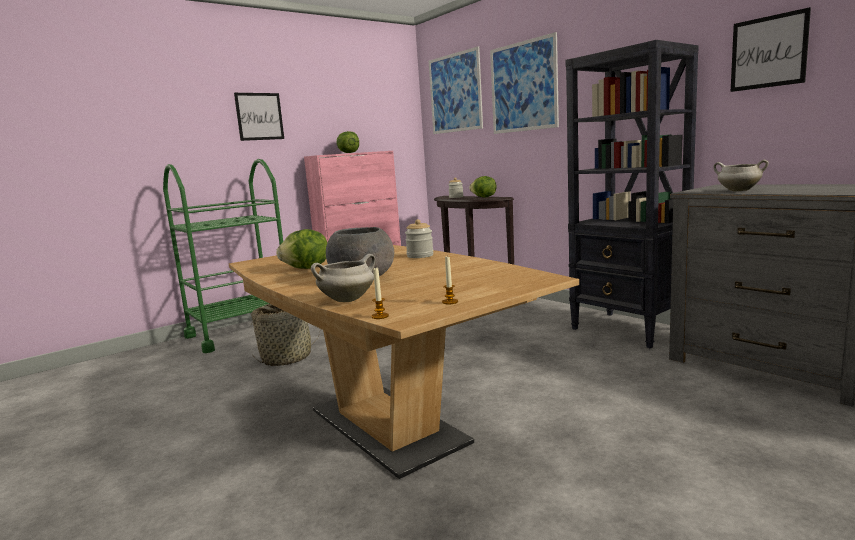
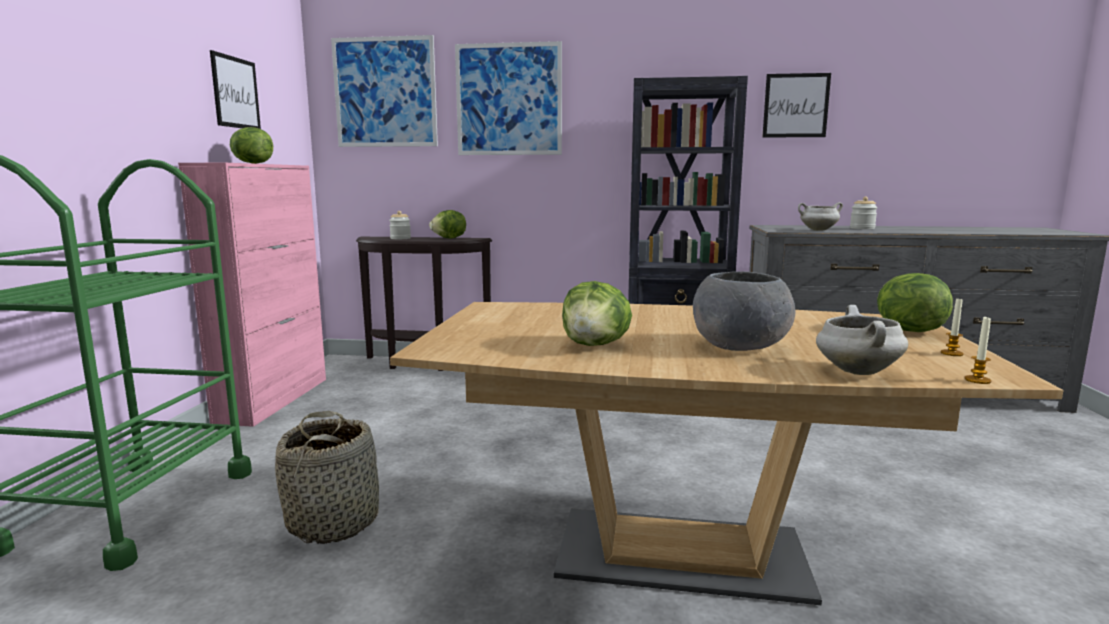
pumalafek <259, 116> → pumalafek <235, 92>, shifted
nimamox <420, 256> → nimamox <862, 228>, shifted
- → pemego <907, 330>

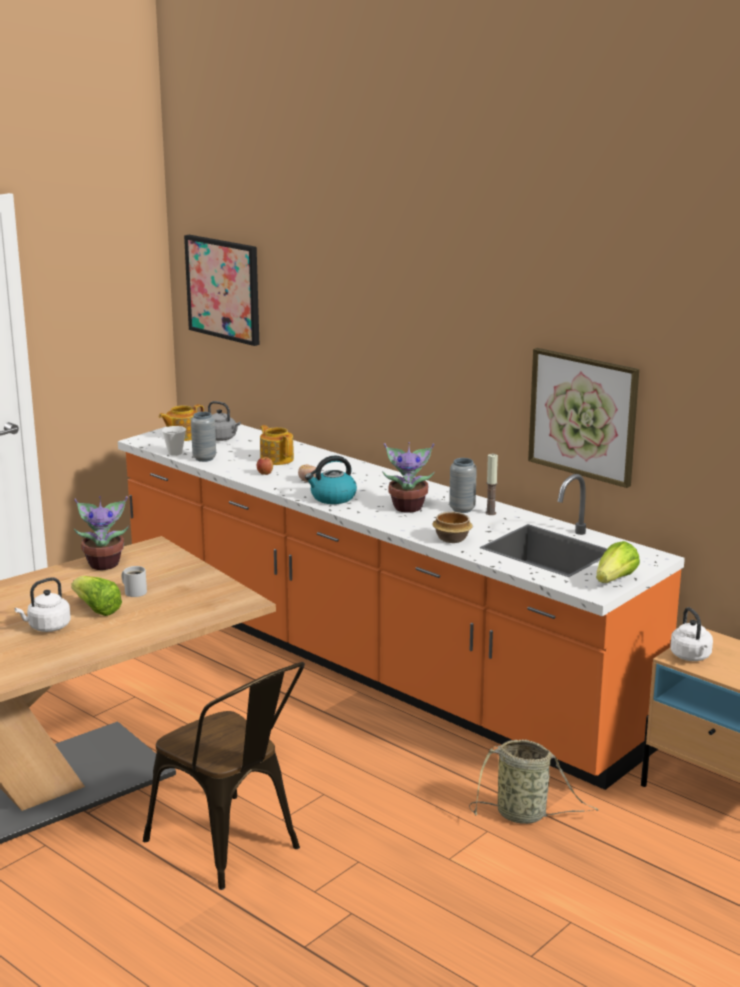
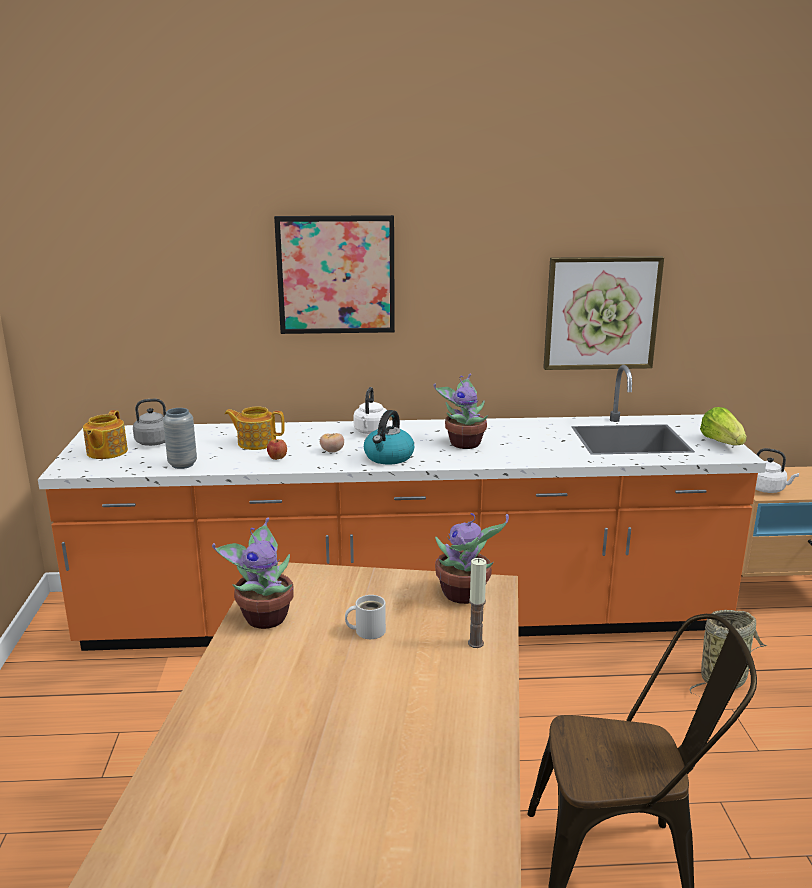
pumalafek <224, 289> → pumalafek <336, 274>, shifted
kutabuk <175, 453> → -
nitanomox <490, 513> → nitanomox <475, 643>, shifted
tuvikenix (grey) <462, 509> → -
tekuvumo <451, 539> → -
pemego <96, 609> → -
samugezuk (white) <47, 627> → samugezuk (white) <371, 432>, shifted
- → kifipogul <464, 595>

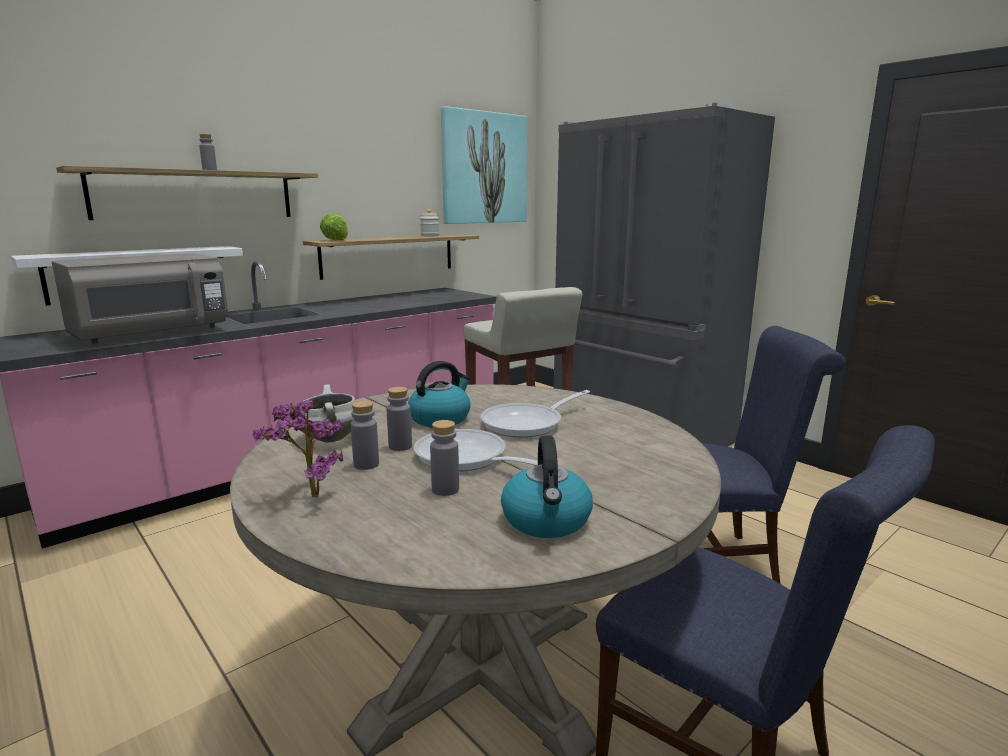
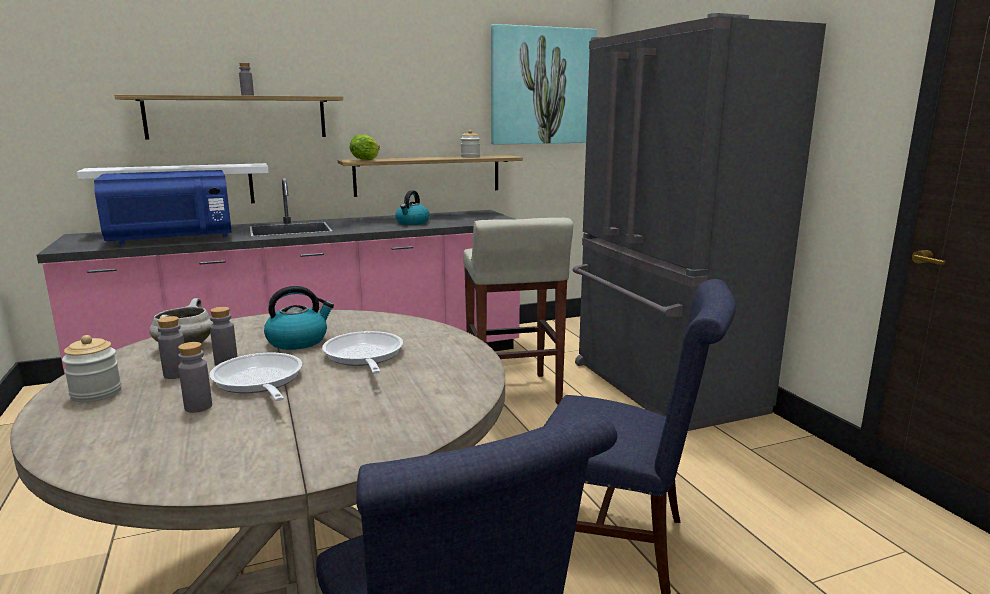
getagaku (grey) <151, 333> → getagaku (blue) <172, 239>
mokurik <528, 424> → mokurik <363, 357>, 90 degrees clockwise
kifipogul <308, 495> → nimamox <96, 393>
samugezuk <547, 521> → samugezuk <412, 223>, shifted

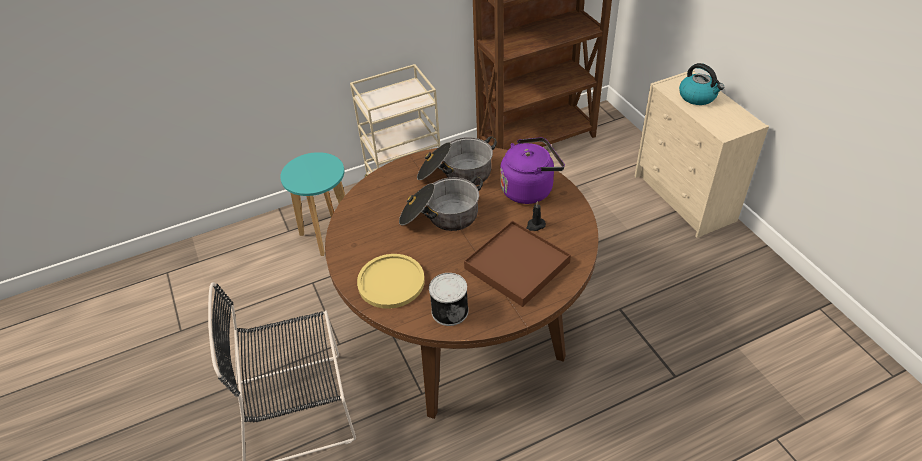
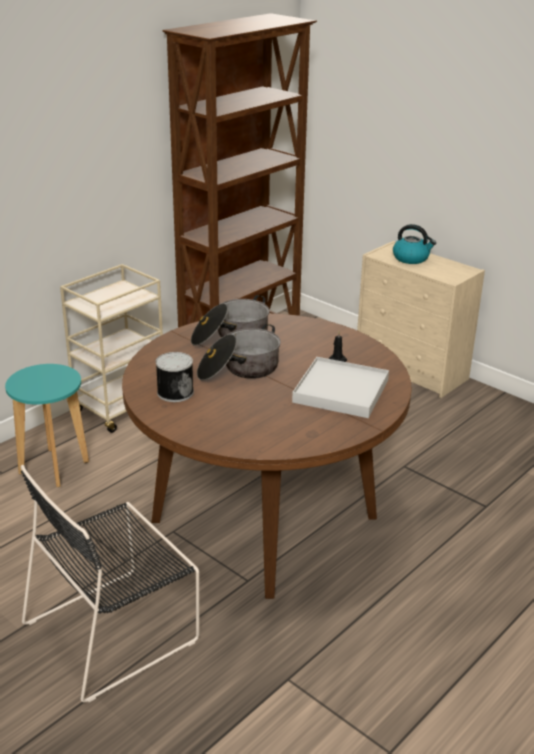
samugezuk (purple) <529, 189> → -
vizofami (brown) <517, 265> → vizofami (white) <341, 391>
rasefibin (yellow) <391, 282> → -
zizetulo <449, 310> → zizetulo <175, 392>, shifted

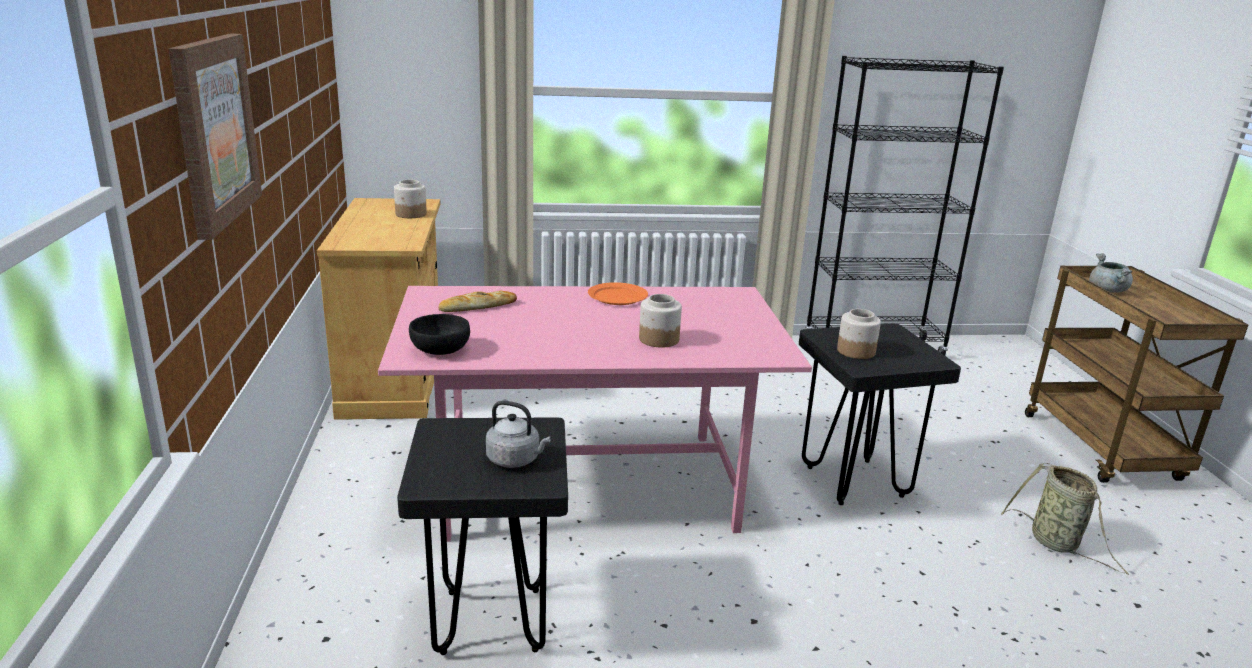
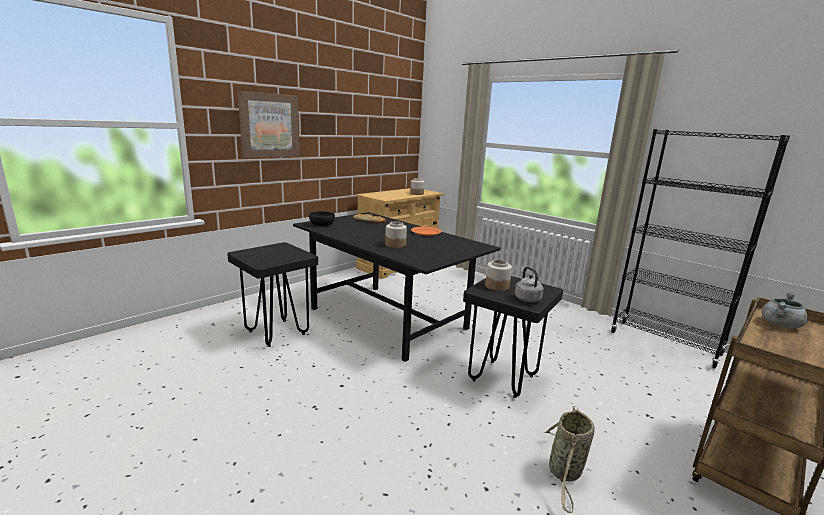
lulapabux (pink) <589, 482> → lulapabux (black) <389, 318>
samugezuk (grey) <516, 460> → samugezuk (grey) <528, 300>, shifted

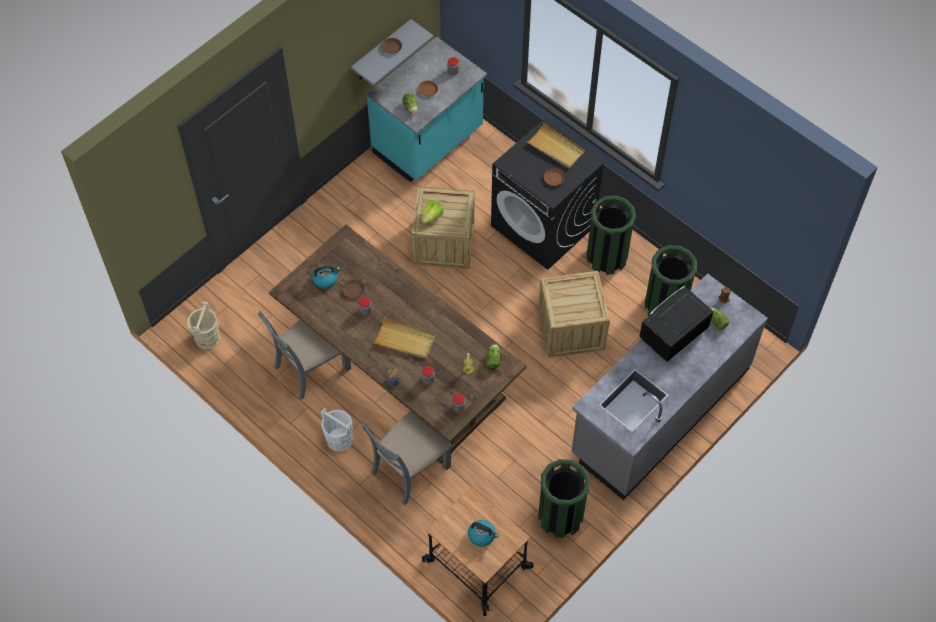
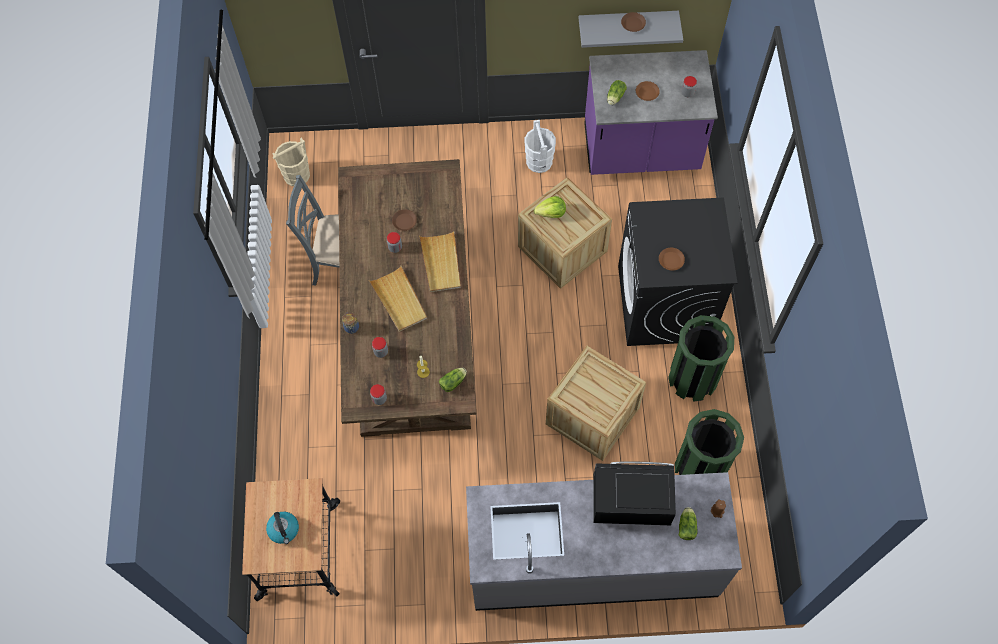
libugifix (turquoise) <428, 142> → libugifix (purple) <641, 151>
vizofami (beige) <556, 148> → vizofami (beige) <441, 263>, shifted
samugezuk <325, 279> → -
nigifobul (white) <339, 439> → nigifobul (white) <539, 162>, shifted
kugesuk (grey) <409, 469> → -
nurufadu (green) <560, 516> → -

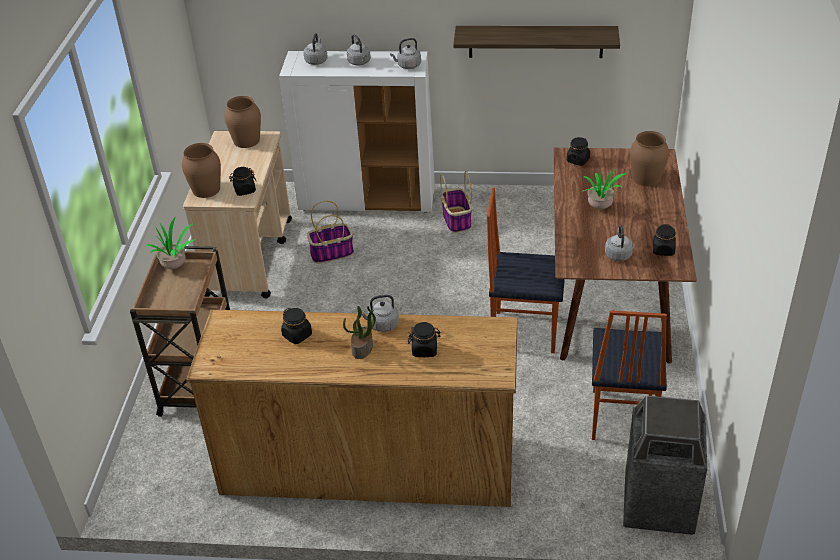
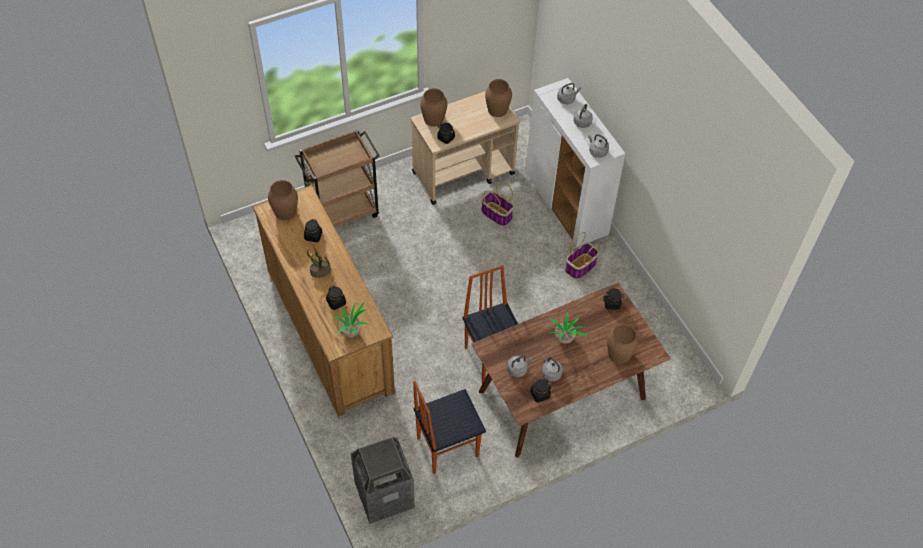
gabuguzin <535, 41> → -
kifipogul <176, 265> → kifipogul <352, 332>, shifted
samugezuk (grey) <382, 325> → samugezuk (grey) <550, 373>, shifted
- → tuvikenix (brown) <285, 211>

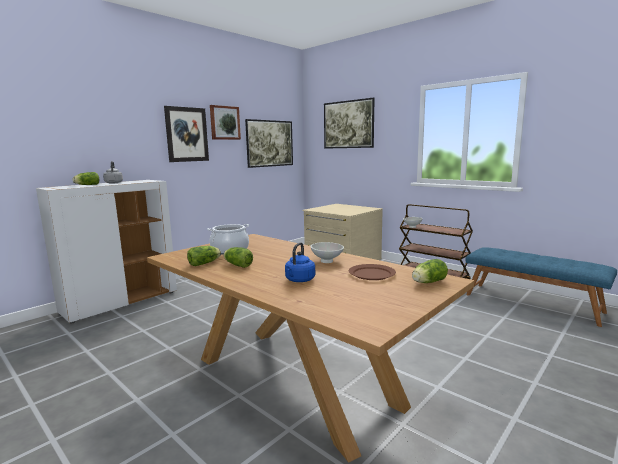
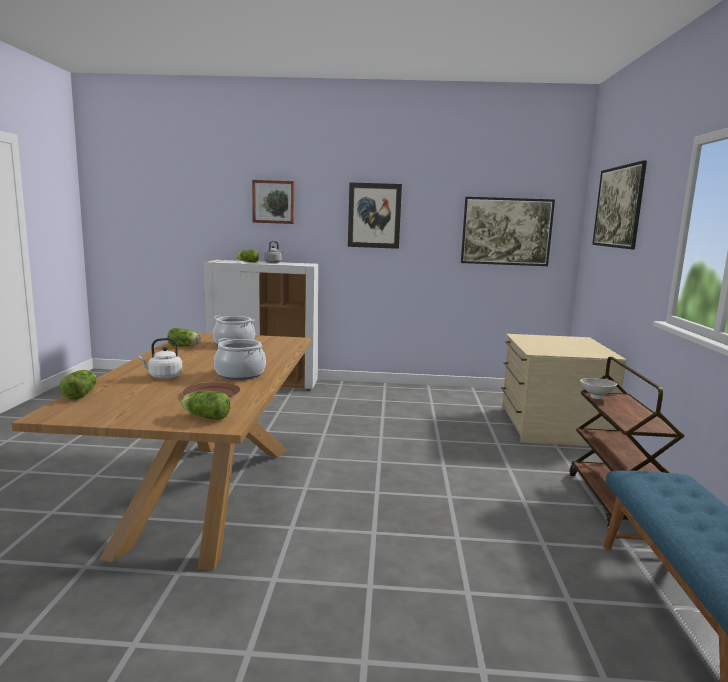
pumalafek <224, 123> → pumalafek <273, 202>, shifted
samugezuk (blue) <299, 280> → samugezuk (white) <163, 376>
tekuvumo (white) <327, 261> → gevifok <240, 374>
pemego <237, 265> → pemego <82, 394>, shifted

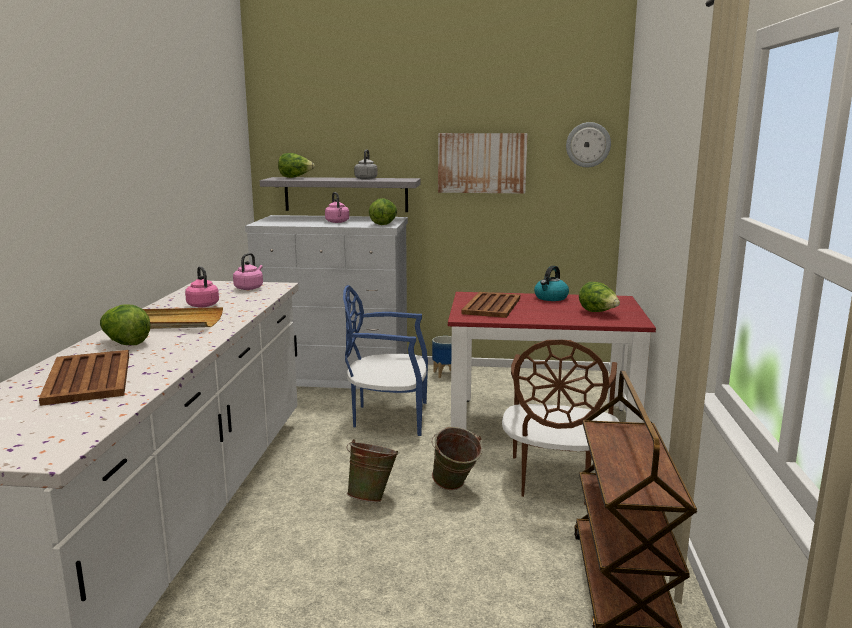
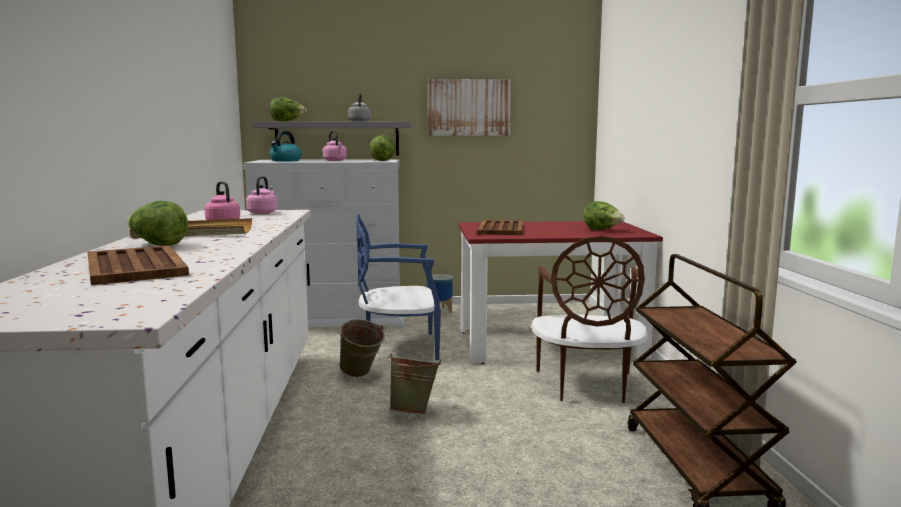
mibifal <588, 144> → -
samugezuk <551, 298> → samugezuk <285, 161>, shifted
nigifobul (green) <454, 488> → nigifobul (green) <361, 376>, shifted

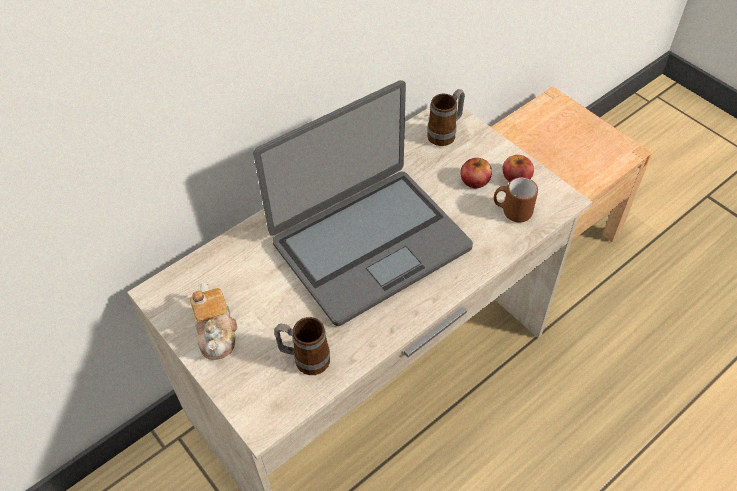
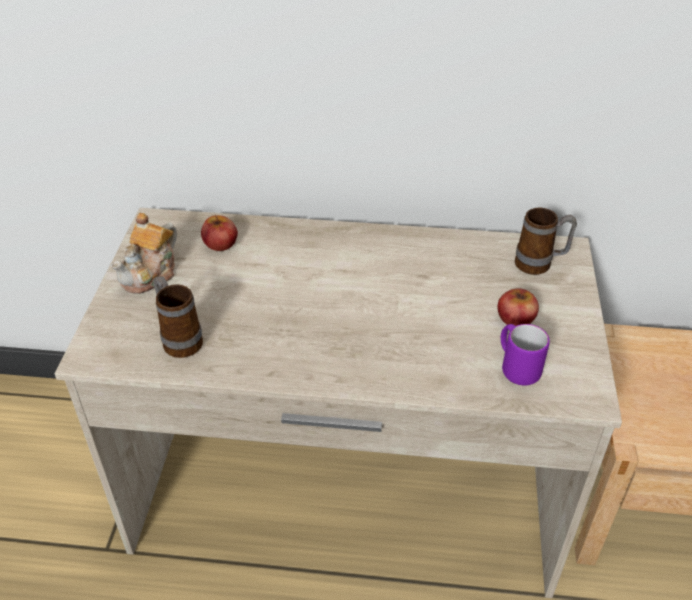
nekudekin <369, 244> → -
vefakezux <516, 177> → vefakezux <220, 243>, shifted
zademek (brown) <511, 211> → zademek (purple) <516, 368>

